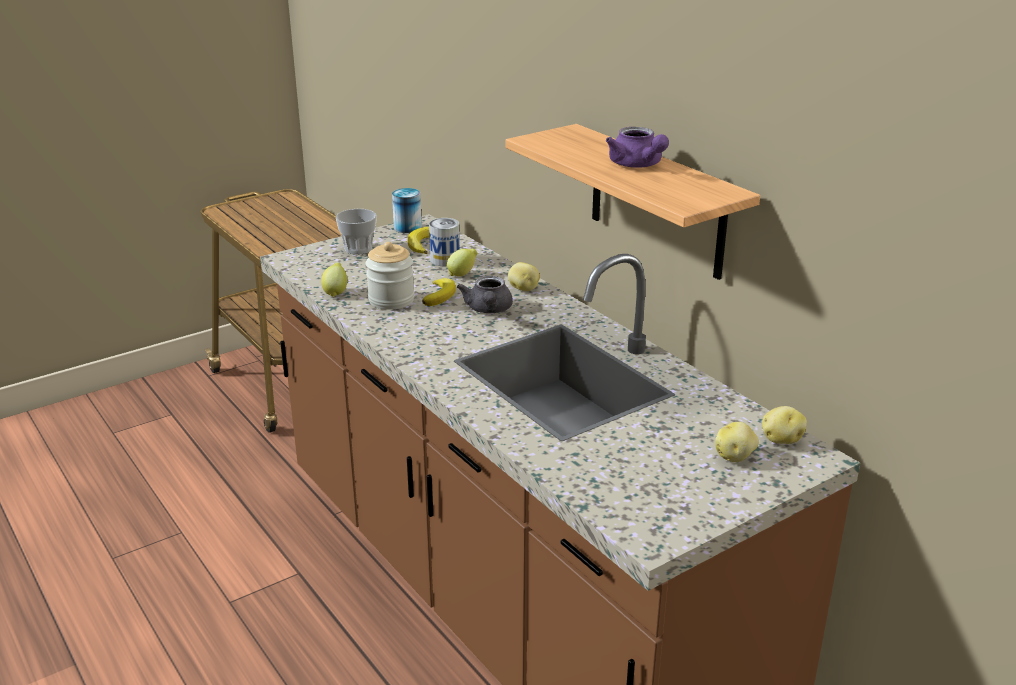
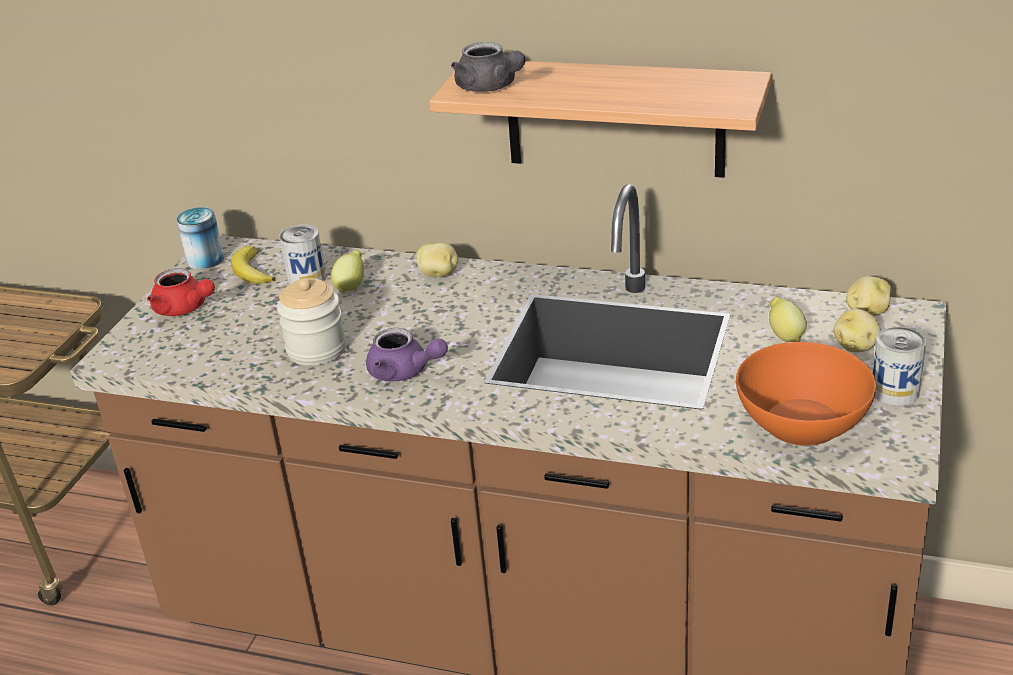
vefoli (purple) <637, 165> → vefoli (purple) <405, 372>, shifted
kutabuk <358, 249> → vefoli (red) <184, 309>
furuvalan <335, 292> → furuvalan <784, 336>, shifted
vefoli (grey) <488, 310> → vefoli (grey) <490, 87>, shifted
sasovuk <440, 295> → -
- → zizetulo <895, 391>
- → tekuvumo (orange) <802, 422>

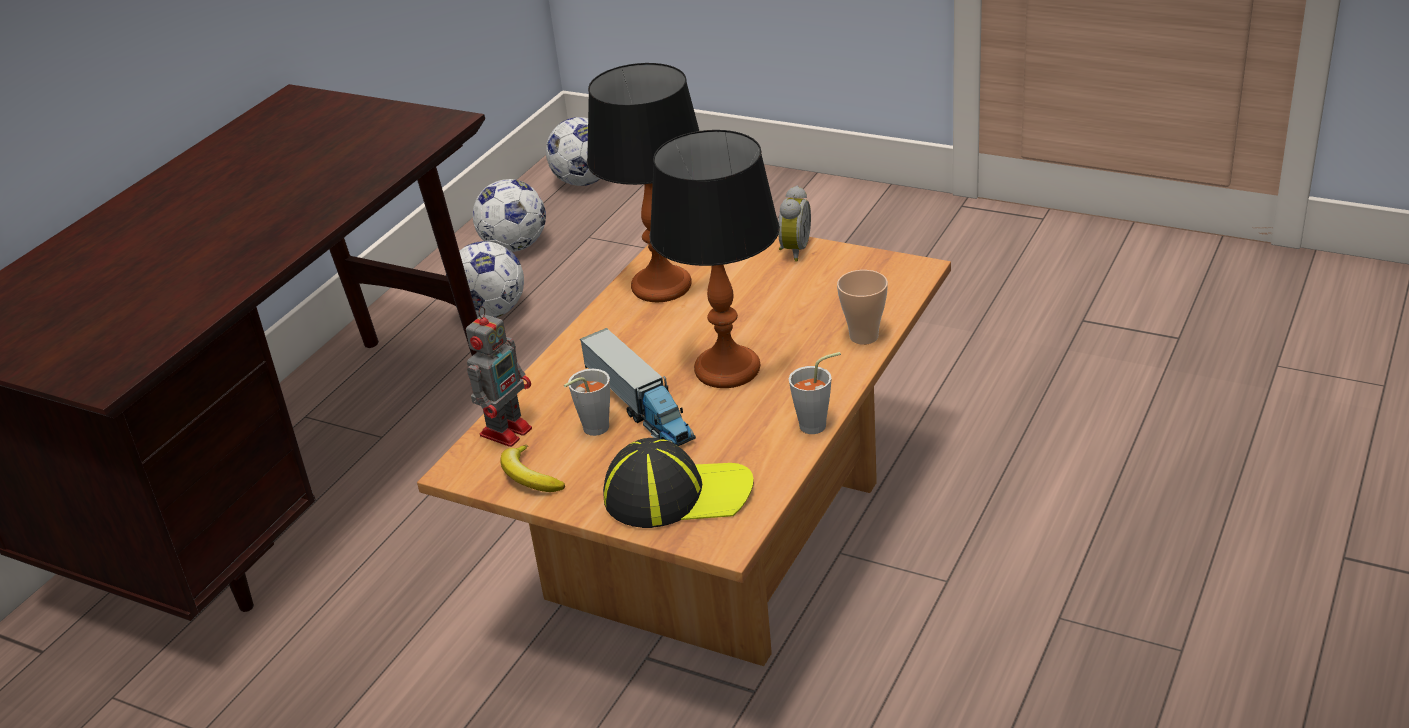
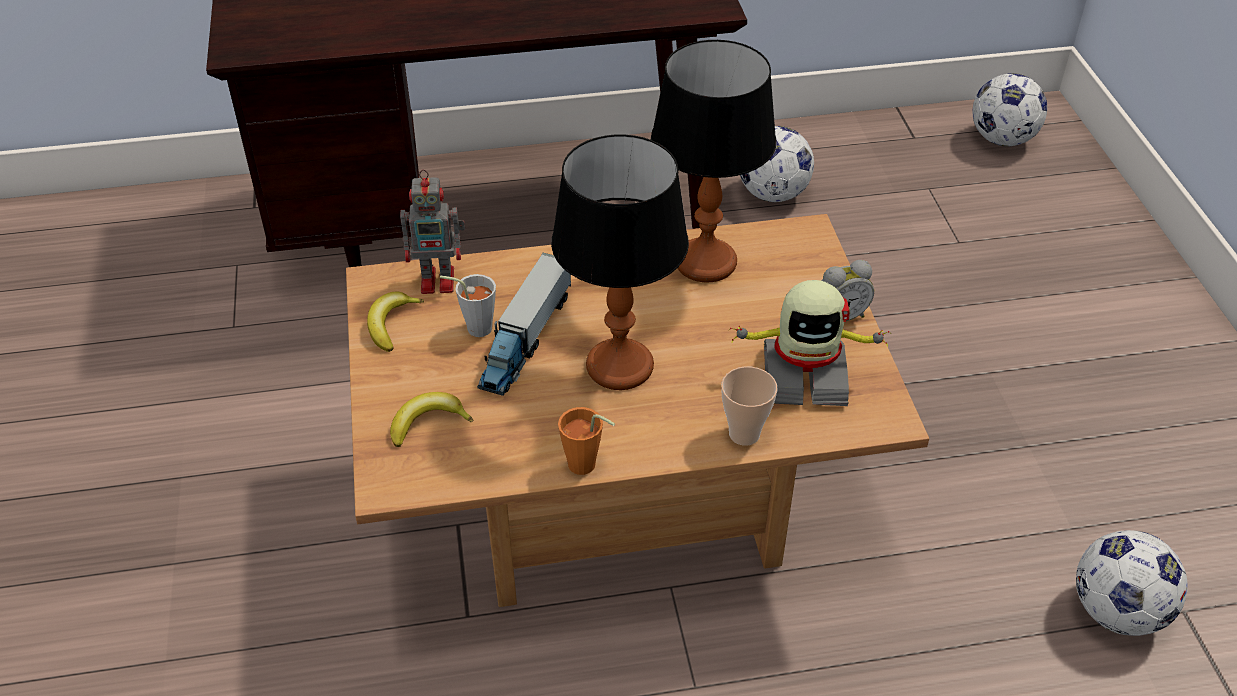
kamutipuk <515, 246> → kamutipuk <1117, 612>, shifted
kutabuk (grey) <819, 424> → kutabuk (orange) <587, 467>
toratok <677, 494> → sasovuk <428, 423>
- → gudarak <804, 375>

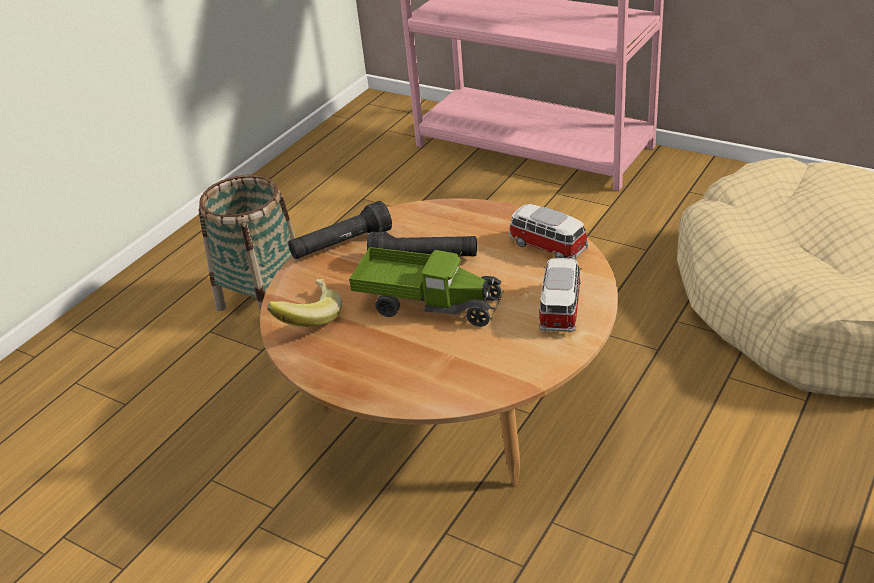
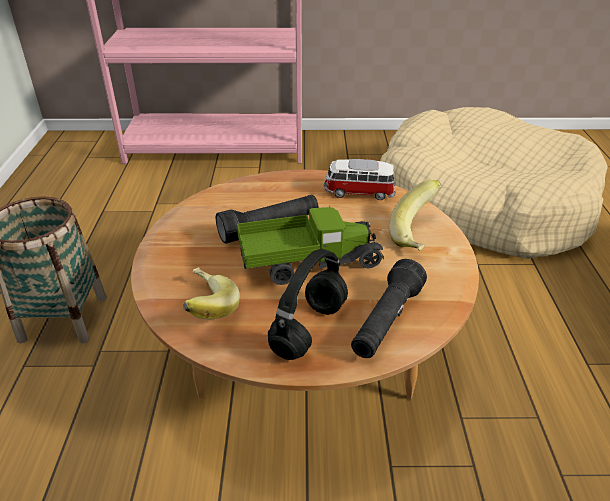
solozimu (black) <341, 245> → solozimu (black) <386, 322>, shifted
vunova <560, 308> → sasovuk <418, 235>
- → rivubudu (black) <309, 328>

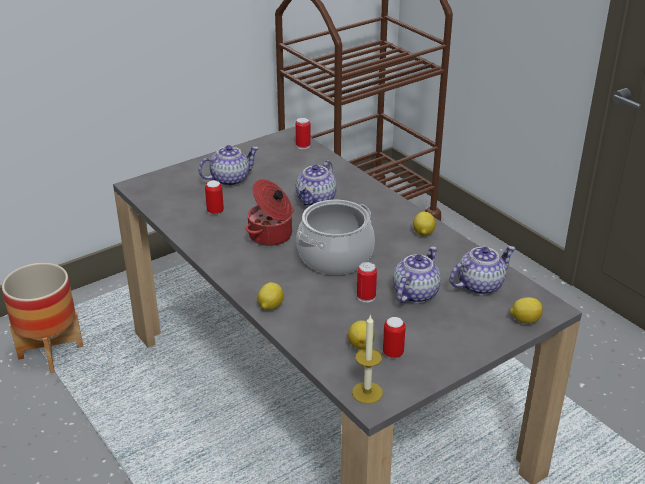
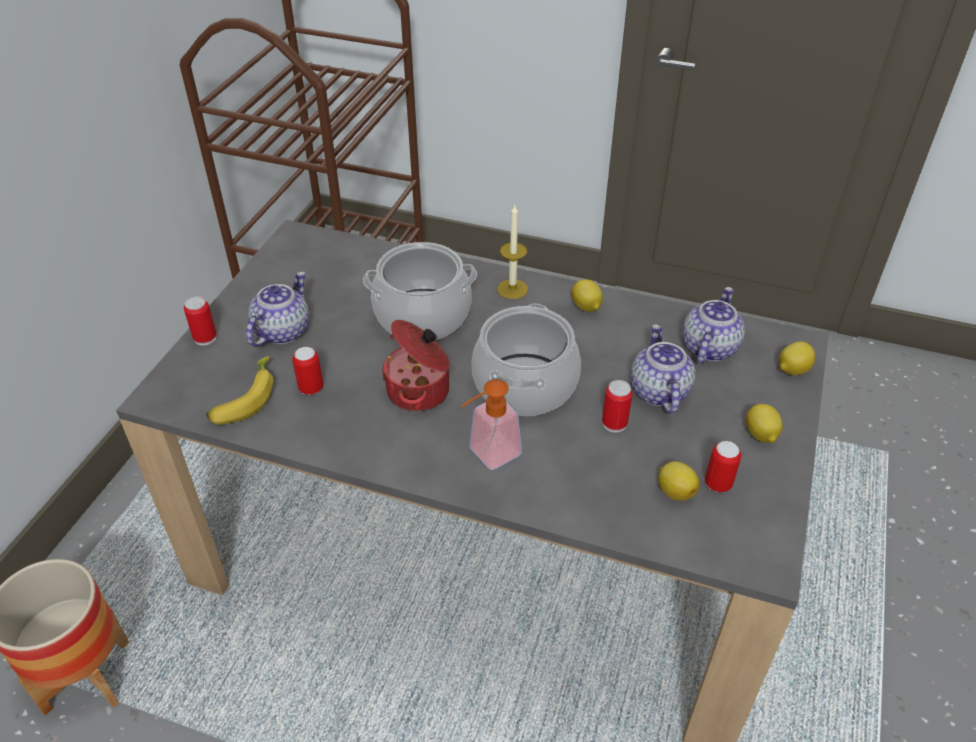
zizetulo <303, 146> → zizetulo <205, 338>, shifted
vefoli <316, 200> → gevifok <423, 315>
furuvalan <270, 306> → furuvalan <760, 435>, shifted
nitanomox <367, 392> → nitanomox <512, 289>, shifted
- → sasovuk <243, 399>
- → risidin <488, 456>

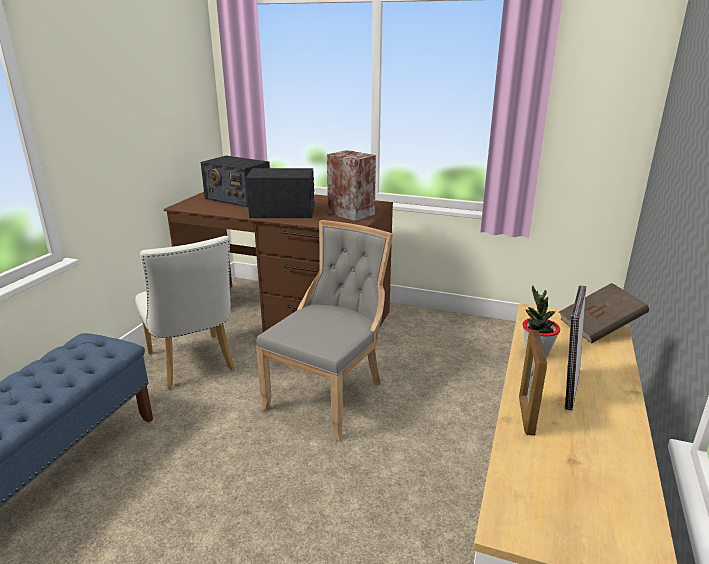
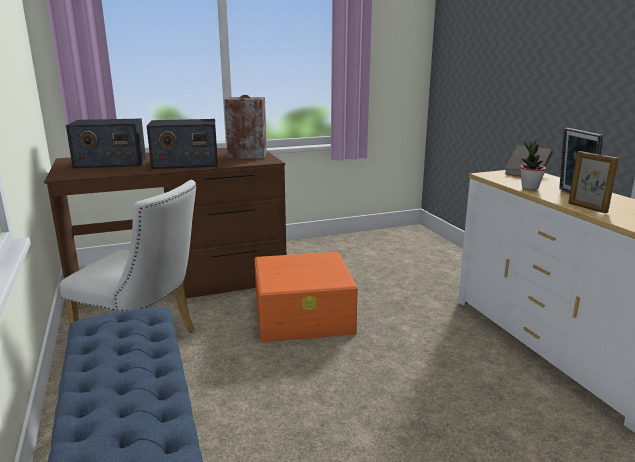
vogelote <283, 212> → vogelote <185, 163>, 150 degrees counterclockwise
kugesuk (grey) <330, 395> → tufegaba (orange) <304, 315>

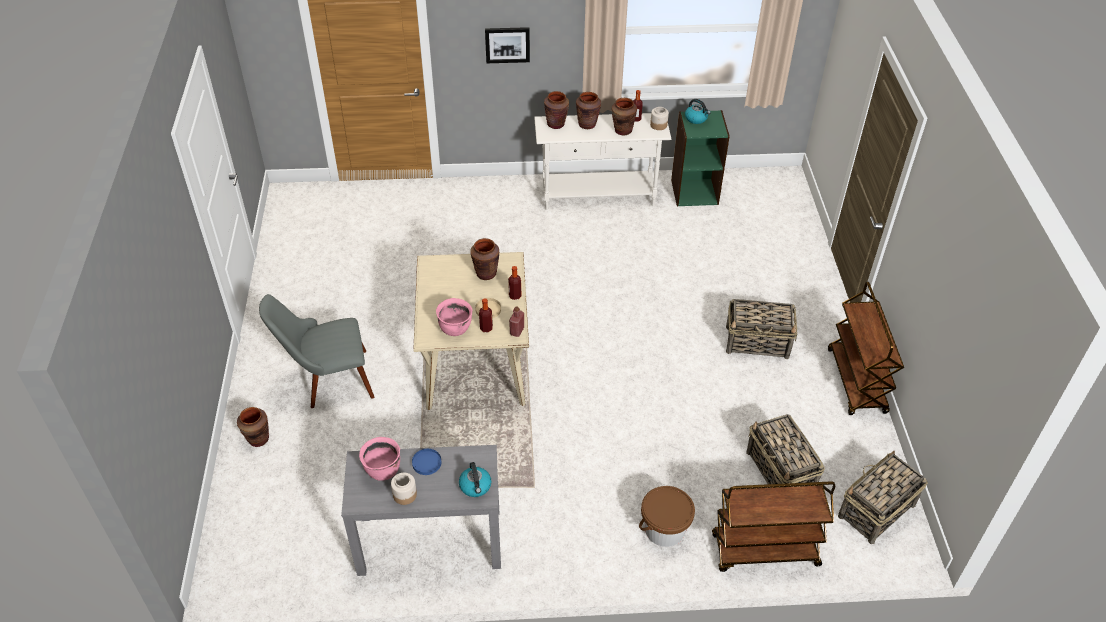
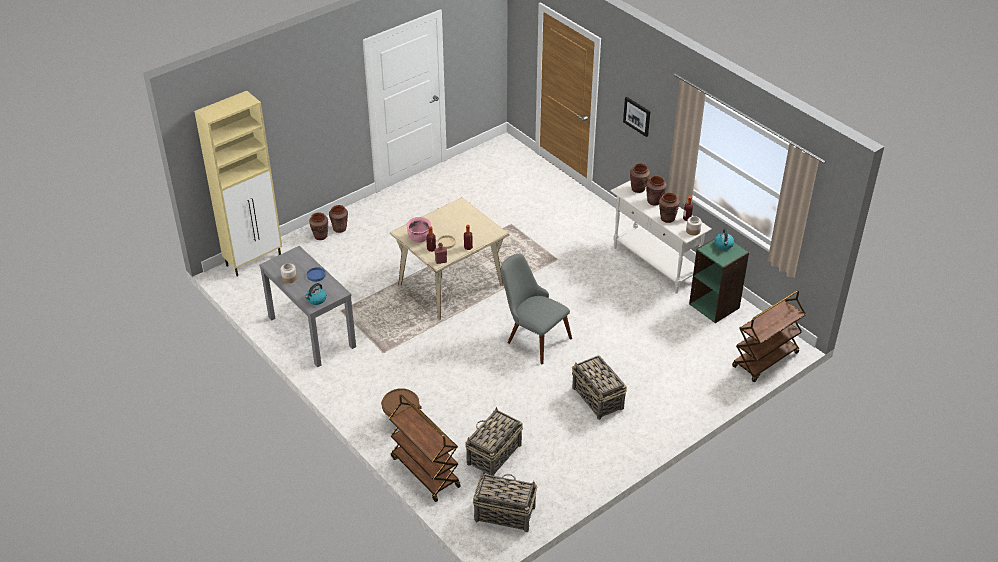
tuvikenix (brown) <486, 273> → tuvikenix (brown) <340, 229>, shifted
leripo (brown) <857, 381> → leripo (brown) <765, 360>, shifted
kugesuk (grey) <328, 381> → kugesuk (grey) <532, 337>, shifted
gevifok (pink) <382, 470> → -
- → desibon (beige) <254, 260>

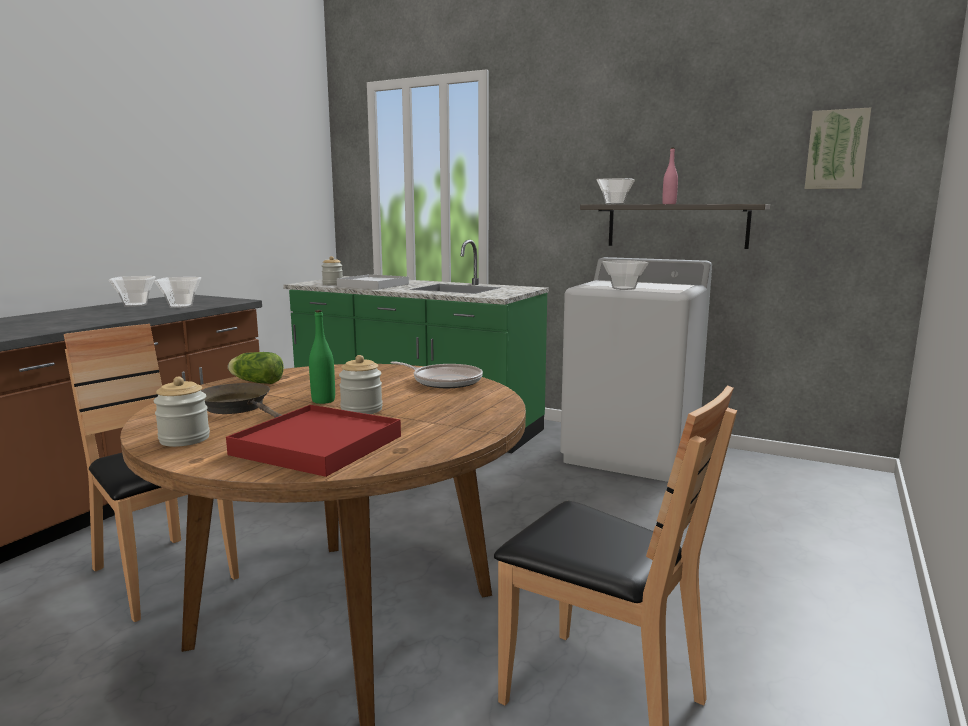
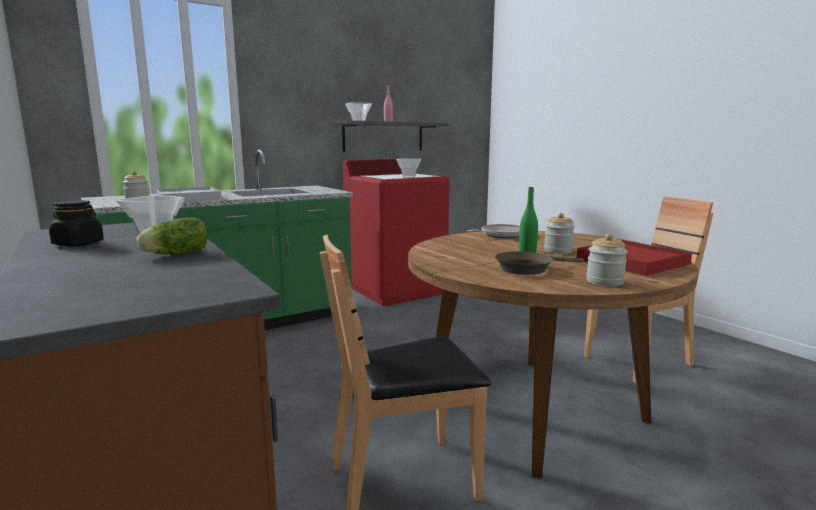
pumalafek <836, 150> → -
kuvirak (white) <632, 453> → kuvirak (red) <396, 290>
tekuvumo <135, 305> → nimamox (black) <78, 244>
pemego <255, 382> → pemego <174, 254>, shifted

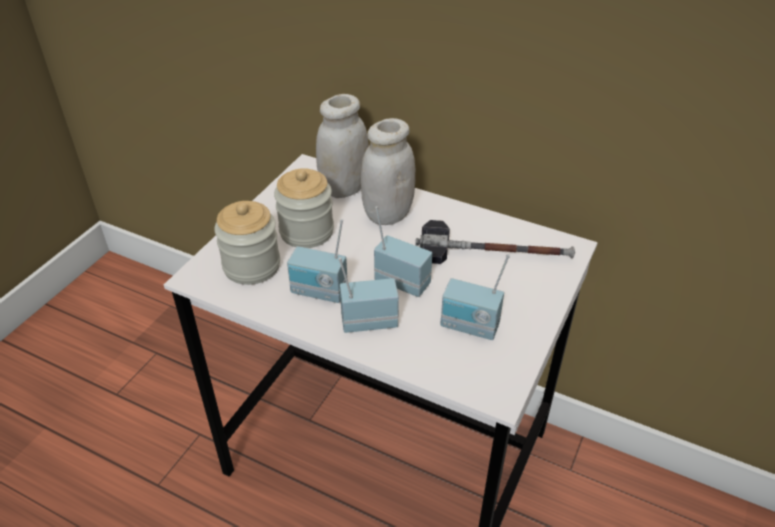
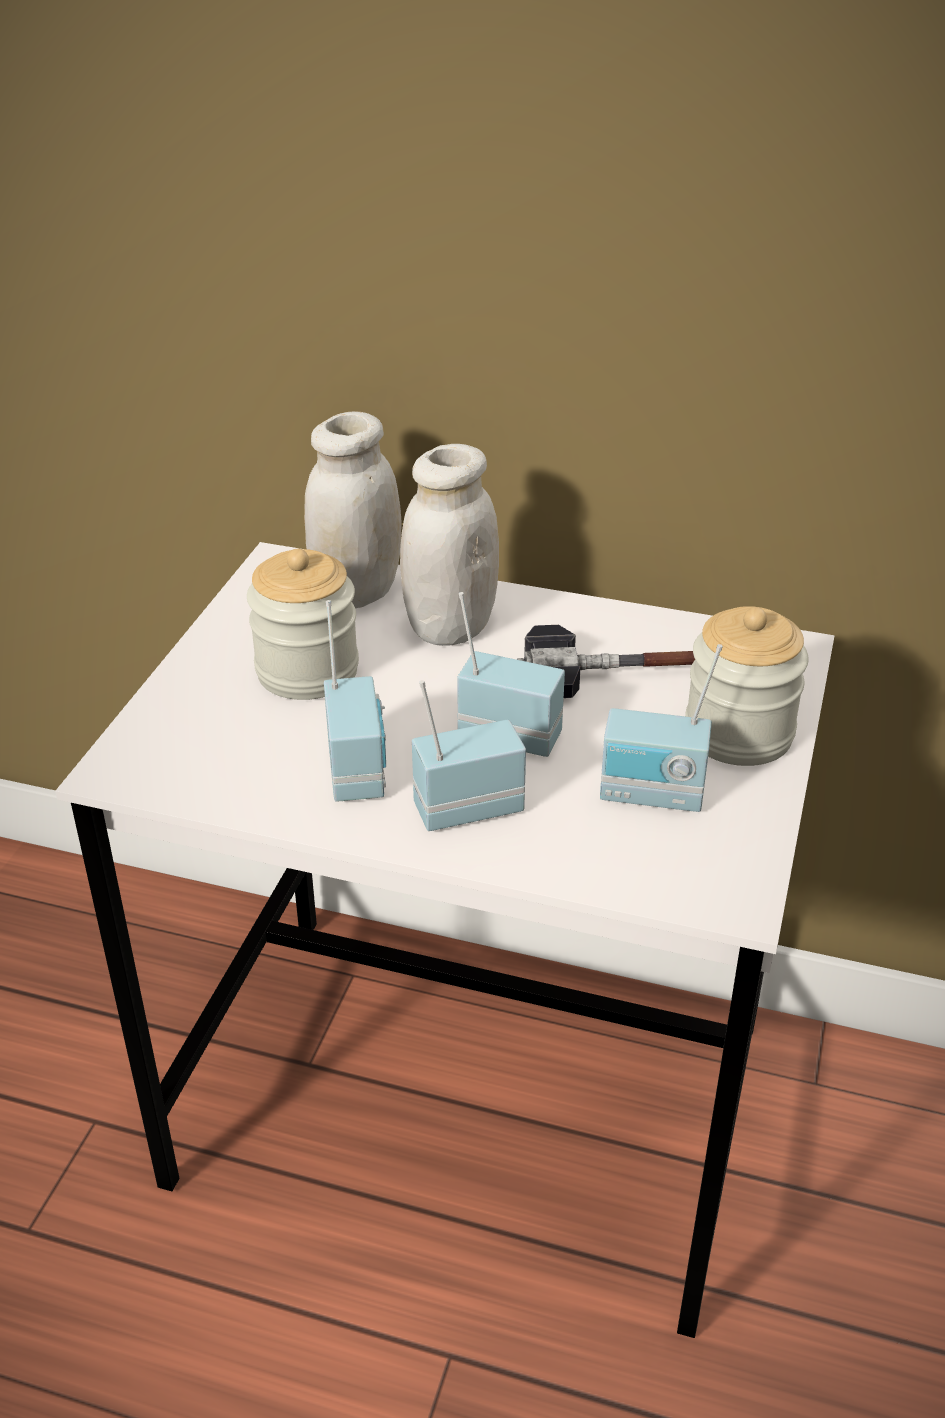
nimamox <252, 266> → nimamox <738, 734>, shifted
vogelote <318, 293> → vogelote <360, 771>, 105 degrees counterclockwise

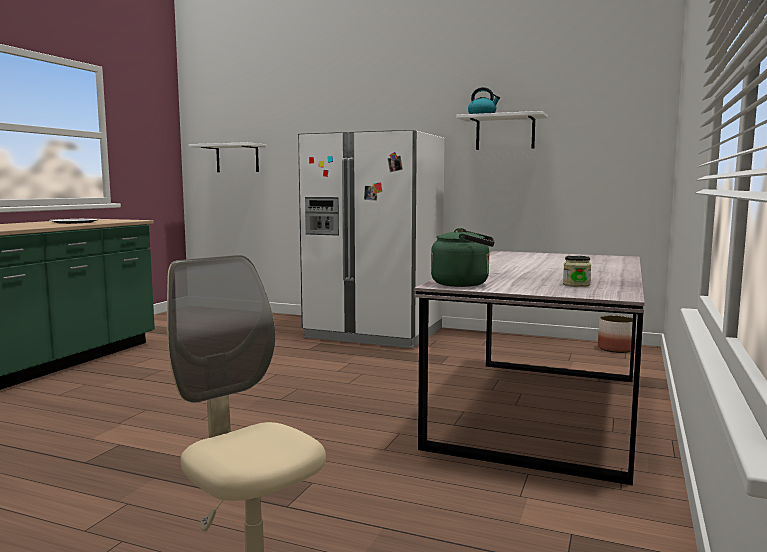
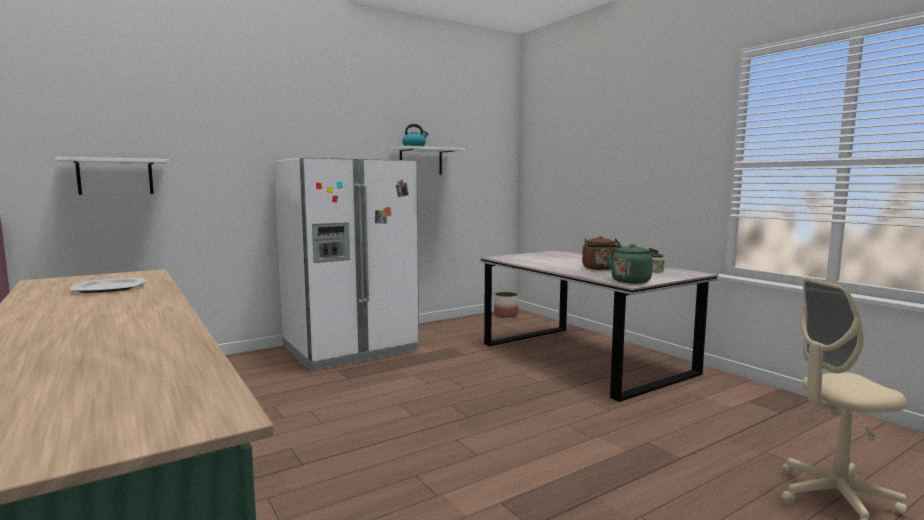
- → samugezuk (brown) <600, 269>

